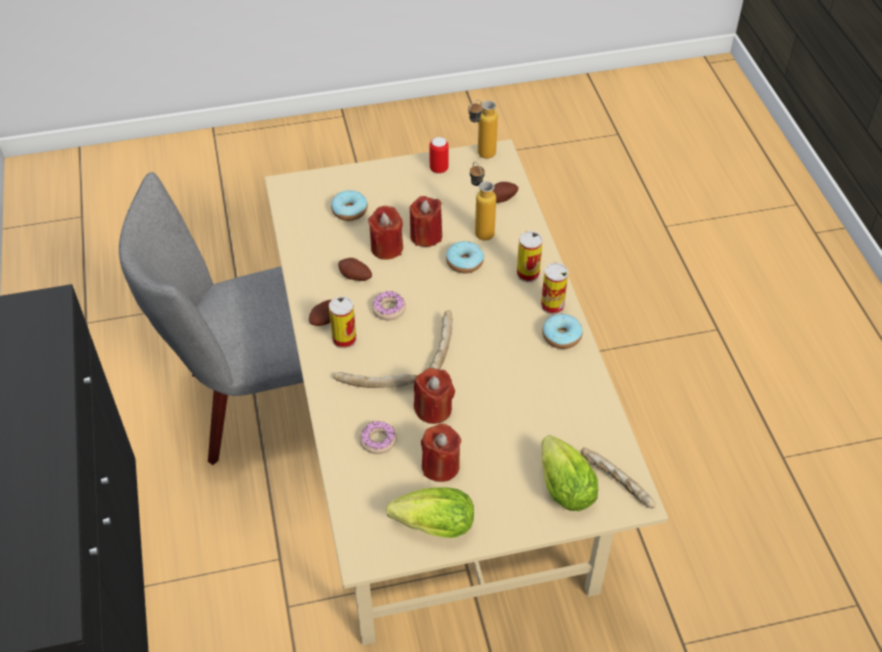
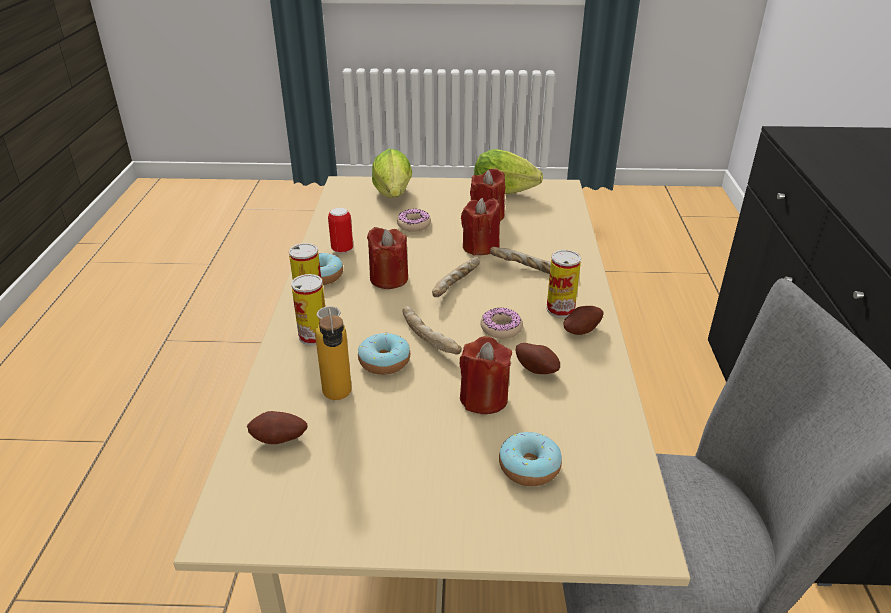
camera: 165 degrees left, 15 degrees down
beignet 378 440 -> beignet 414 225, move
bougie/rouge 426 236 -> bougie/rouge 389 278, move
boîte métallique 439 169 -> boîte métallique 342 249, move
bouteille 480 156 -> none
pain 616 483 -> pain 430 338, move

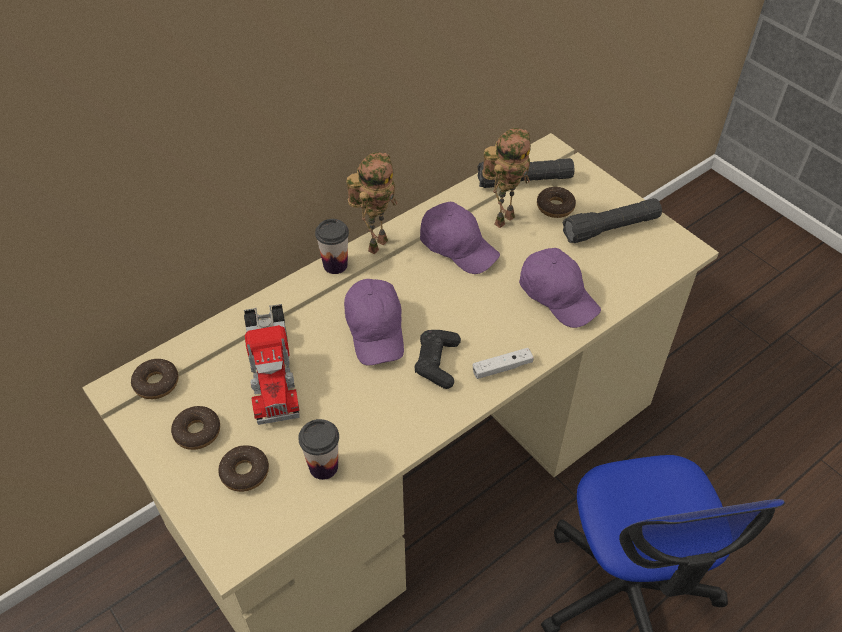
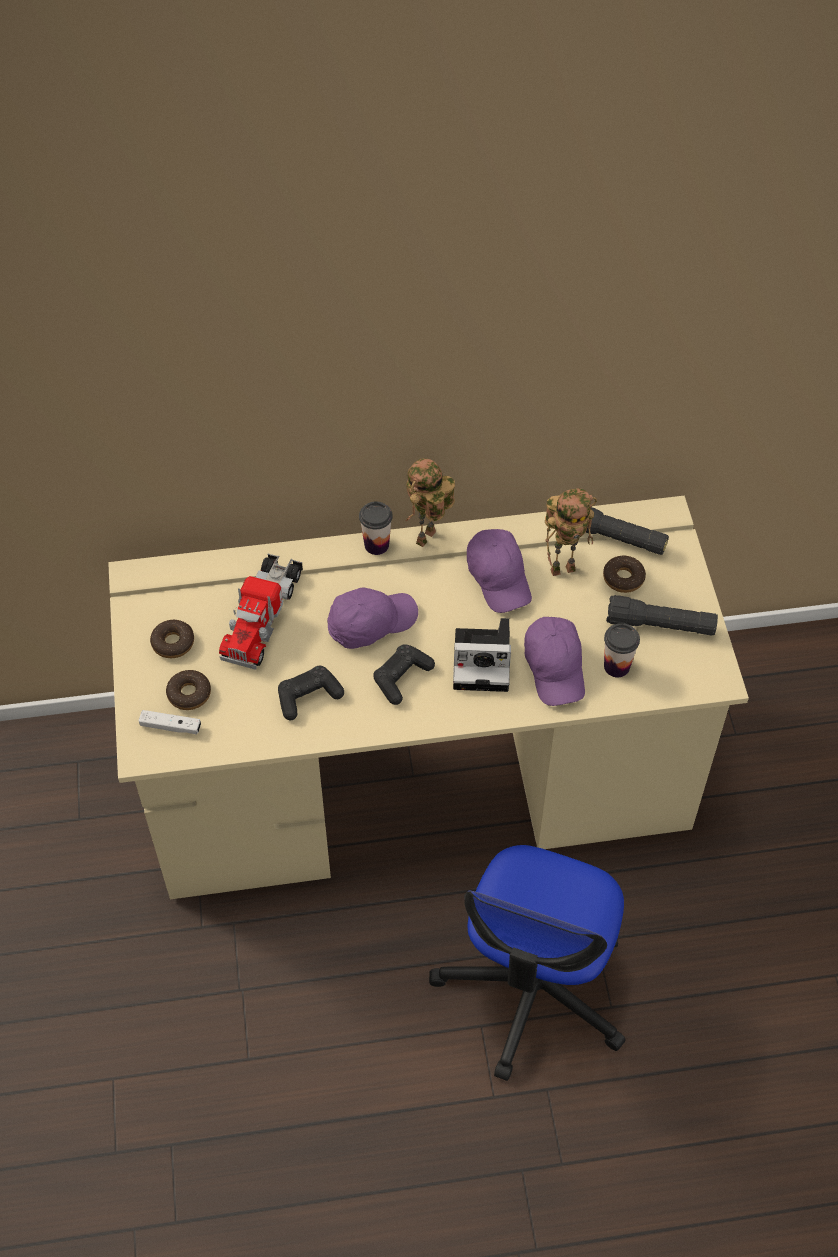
camera: 30 degrees right, 5 degrees up
beignet 156 383 -> none
tasse 323 466 -> tasse 616 666, move
casquette/violet 376 330 -> casquette/violet 370 623, 135 degrees counterclockwise
robot jouet 376 243 -> robot jouet 427 540, 150 degrees clockwise
manette/blanc 502 368 -> manette/blanc 170 726, move
none -> manette/noir 308 697
none -> appareil photo 484 661

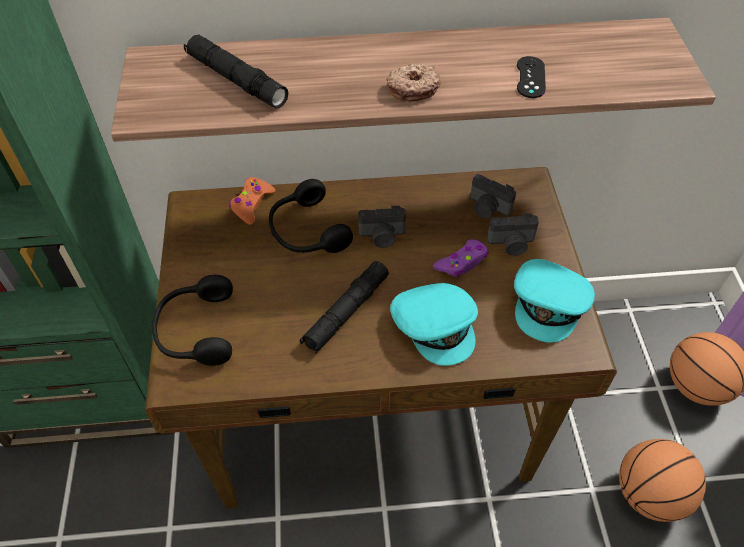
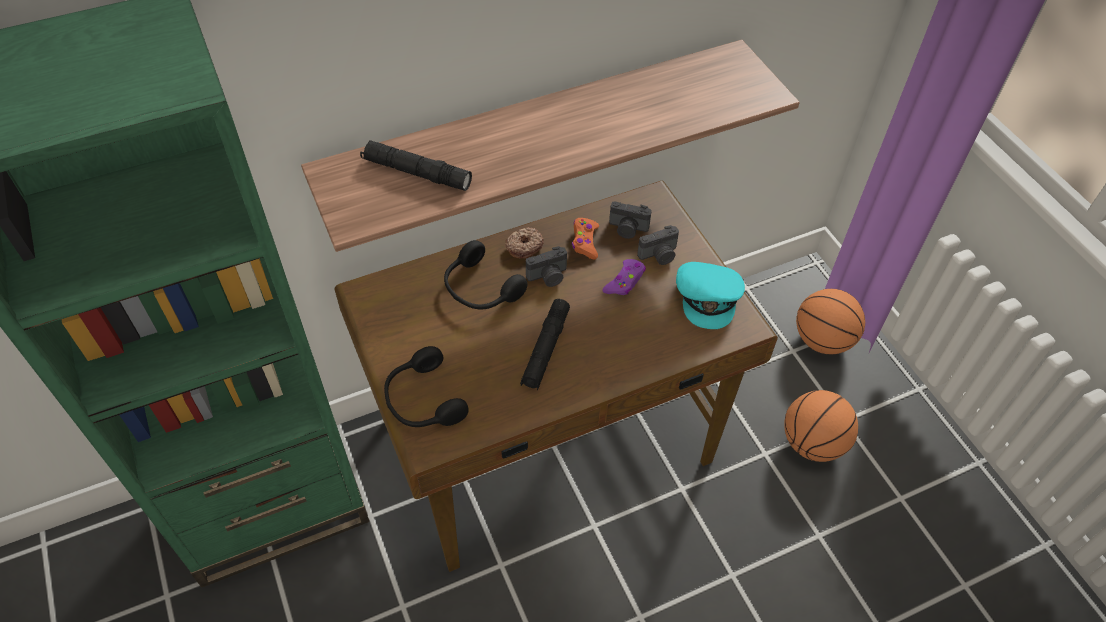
camera: 20 degrees left, 0 degrees up
manette/orange 252 204 -> manette/orange 585 242, move
beignet 412 88 -> beignet 524 246, move
casquette/turquoise 435 325 -> none
manette/noir 530 77 -> none

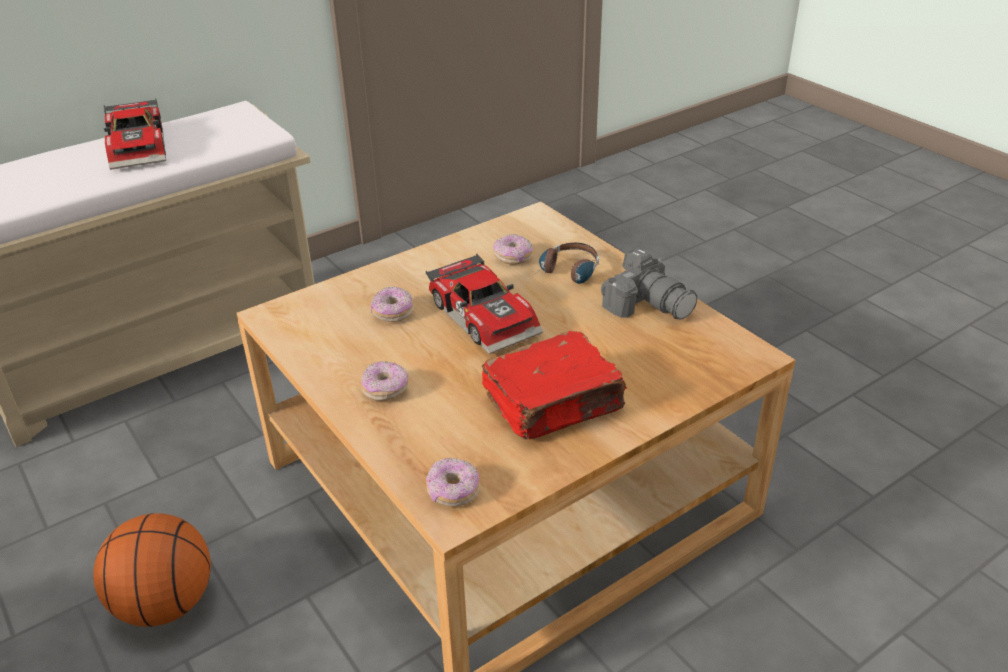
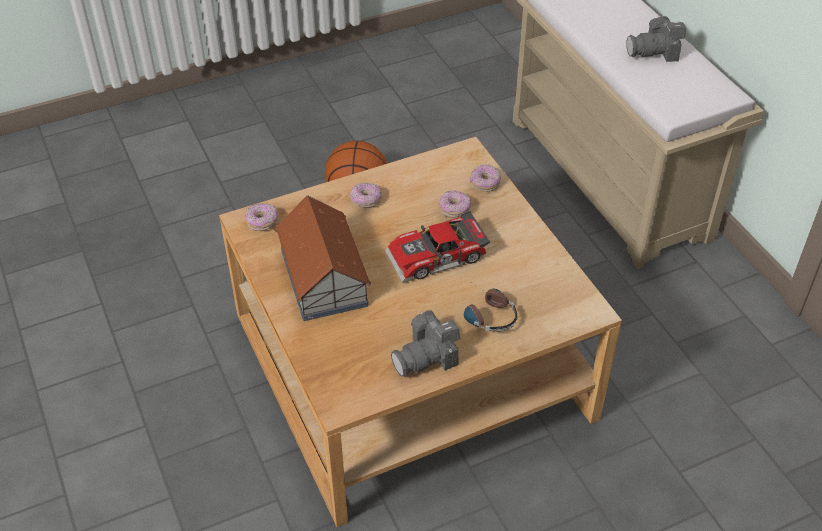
camera: 100 degrees right, 10 degrees up
petite voiture 141 146 -> appareil photo 655 51
livre/rouge 554 404 -> maison miniature 323 278
beignet 513 257 -> beignet 485 183, move

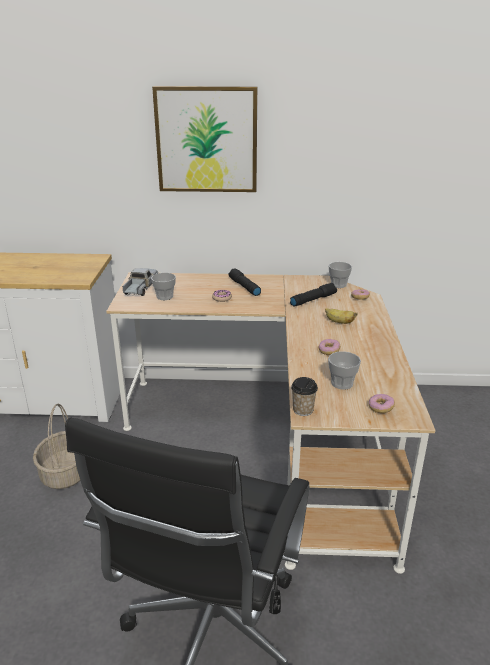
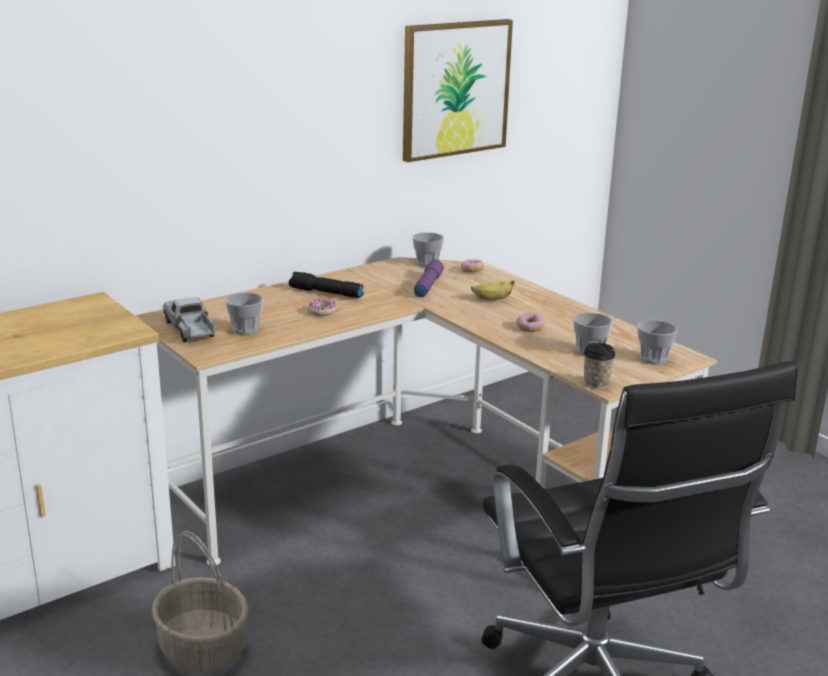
camera: 40 degrees left, 5 degrees down
tableau 206 140 -> tableau 455 89, move
lampe de poche/noir 313 300 -> lampe de poche/violet 427 285
beignet 380 408 -> tasse 653 359

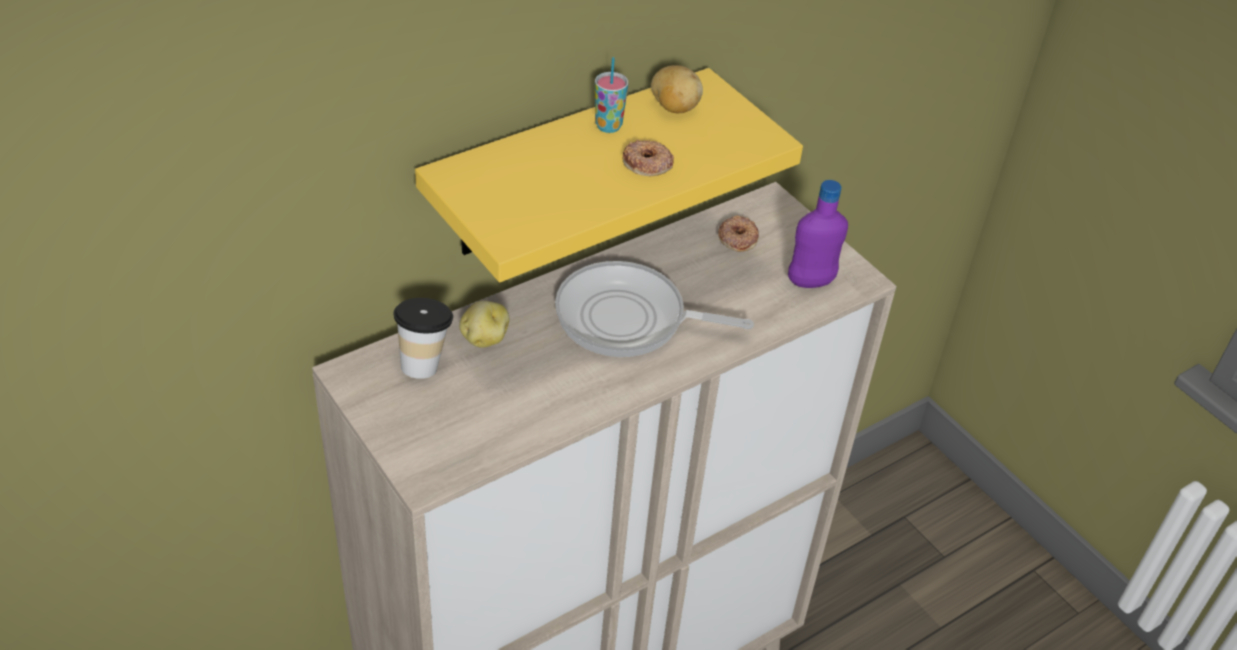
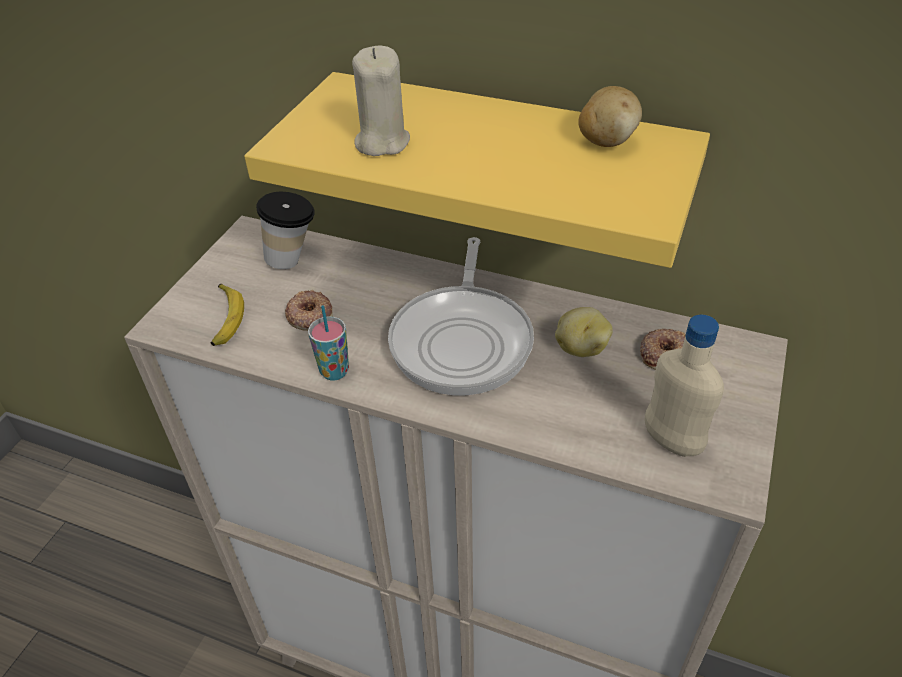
camera: 60 degrees right, 0 degrees up
pomme de terre 484 338 -> pomme de terre 580 347, move
poêle 628 319 -> poêle 463 340, 150 degrees counterclockwise
tasse 608 126 -> tasse 334 371, move
beignet 647 163 -> beignet 309 315, move
bouteille/violet 810 282 -> bouteille/beige 671 441
none -> banane 226 319
none -> bougie/beige 382 142

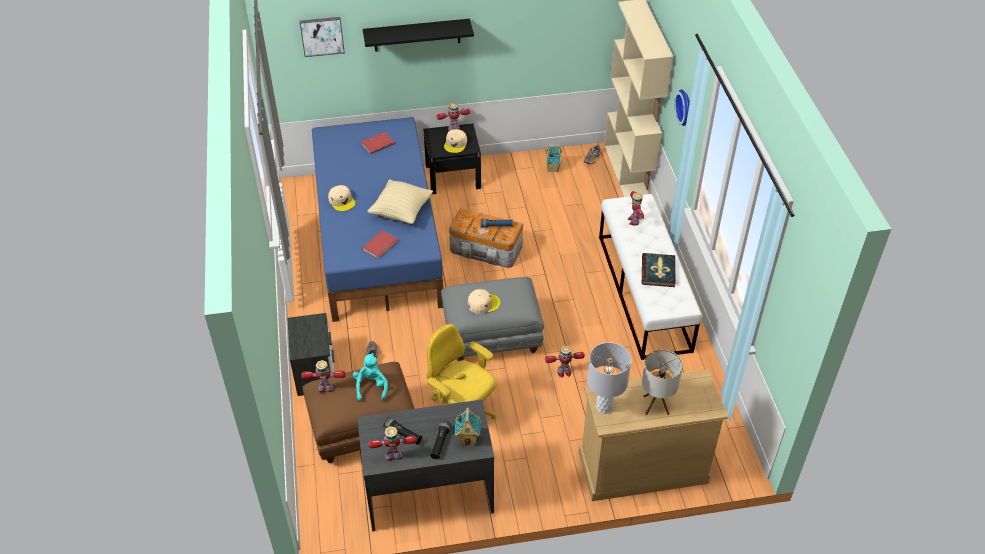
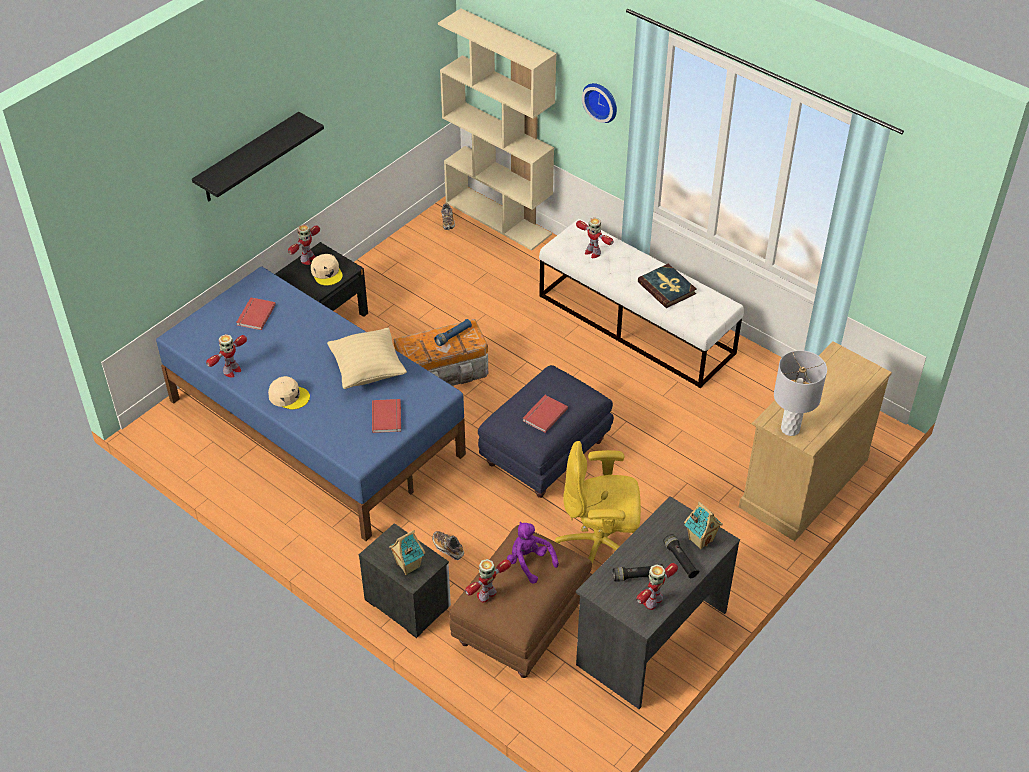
camera: 40 degrees left, 0 degrees up
tableau 322 35 -> none
peluche/turquoise 371 386 -> peluche/violet 529 562
pouf/gris 491 338 -> pouf/bleu 544 454
casquette/beige 483 303 -> livre/rouge 543 414
robot jouet 564 372 -> robot jouet 231 371, move
maison miniature 552 168 -> maison miniature 407 566, move
lampe de table 656 405 -> none

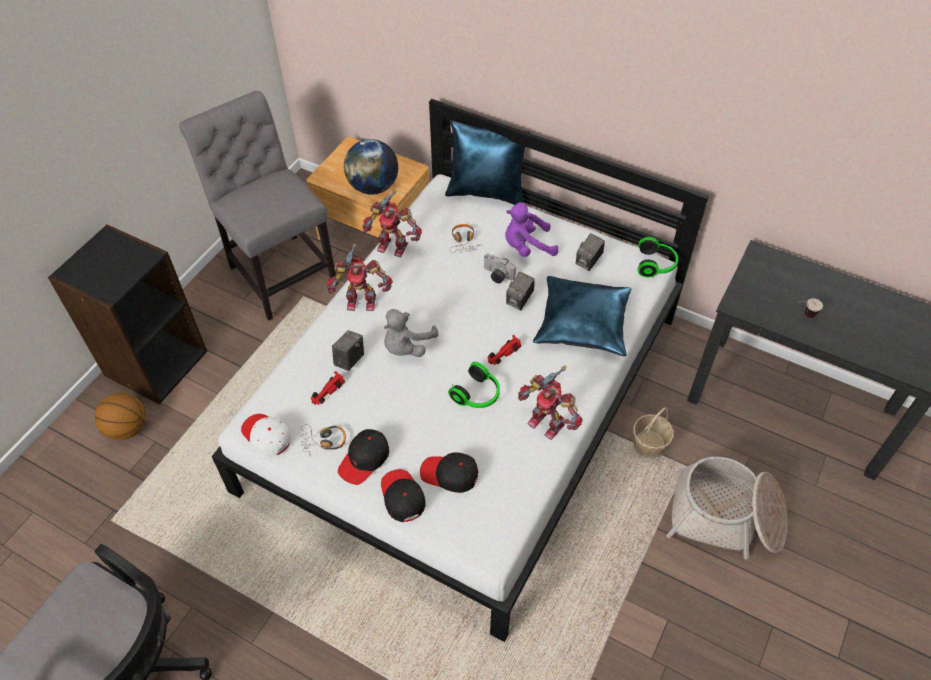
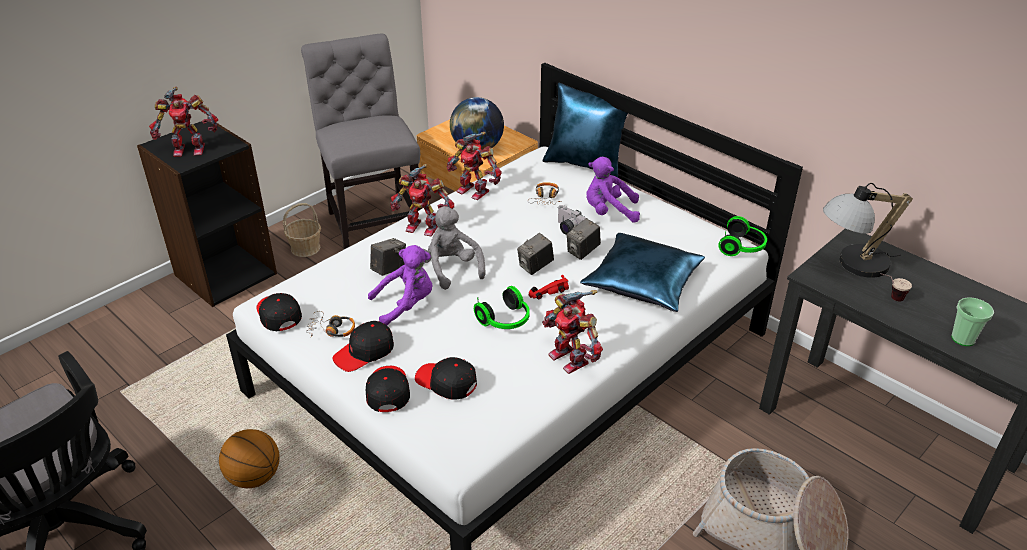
camera: 15 degrees right, 15 degrees down
ballon de basket 127 428 -> ballon de basket 254 477, move
casquette/blanc 266 436 -> casquette/noir 278 315
petite voiture/rouge 327 391 -> none
peluche/gris 406 346 -> peluche/gris 451 269, 105 degrees clockwise
appareil photo 588 262 -> appareil photo 535 267, move
panier 649 444 -> panier 306 248, move
none -> robot jouet 189 149
none -> peluche/violet 406 305
none -> lampe de table 851 265
none -> tasse 963 339

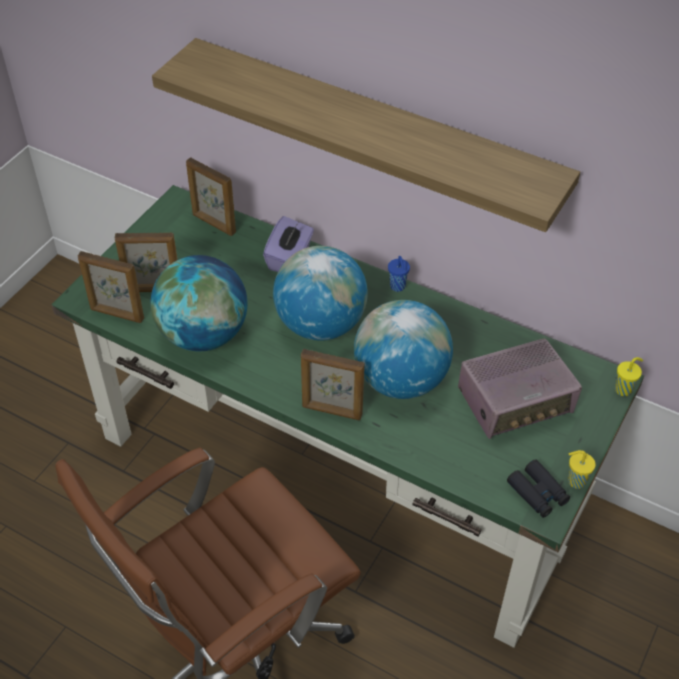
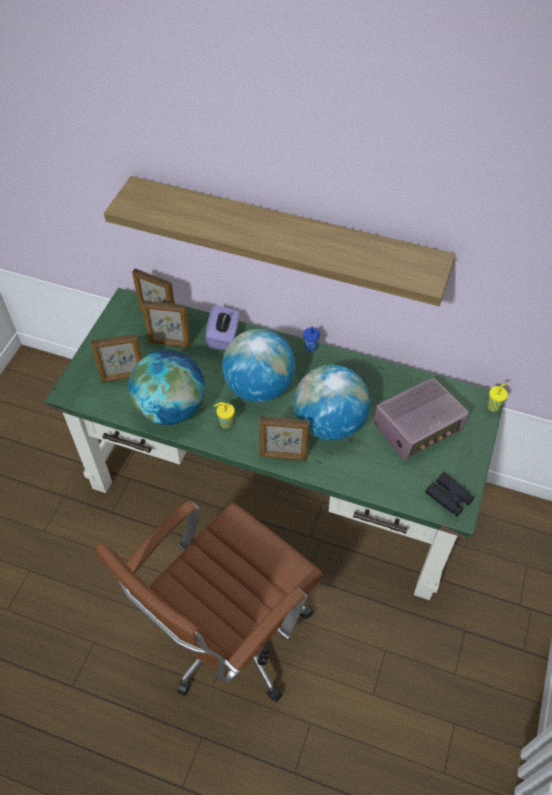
camera: 10 degrees left, 5 degrees up
cadre photo 117 314 -> cadre photo 169 343, move
tasse/jaune 575 481 -> tasse/jaune 225 423, move

